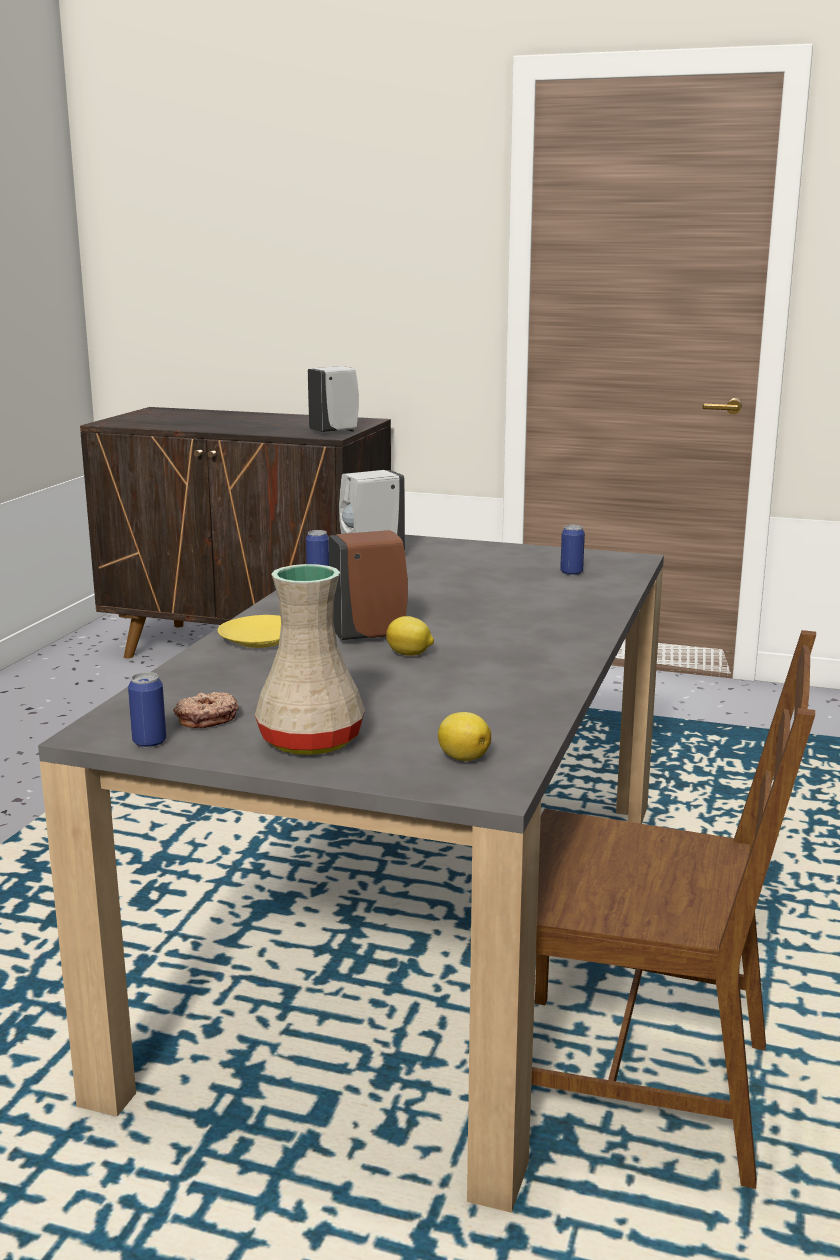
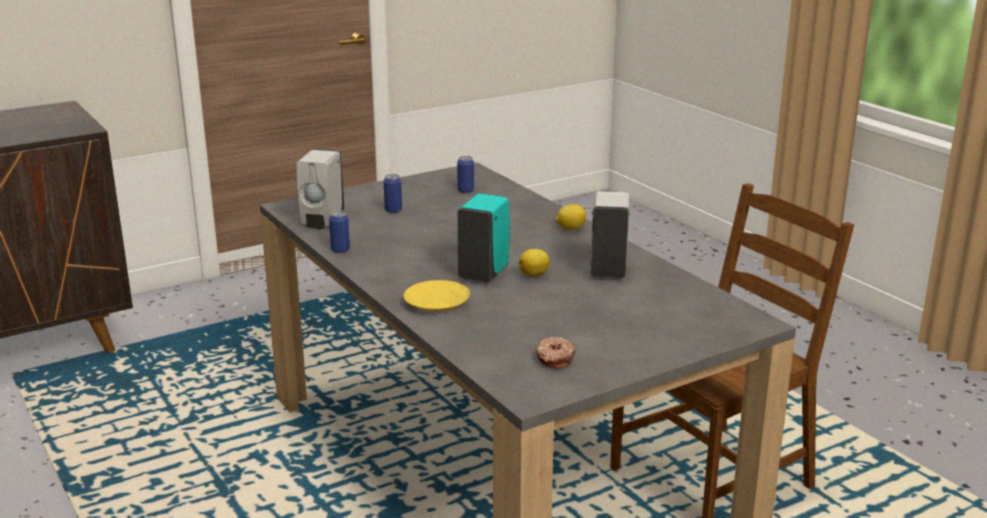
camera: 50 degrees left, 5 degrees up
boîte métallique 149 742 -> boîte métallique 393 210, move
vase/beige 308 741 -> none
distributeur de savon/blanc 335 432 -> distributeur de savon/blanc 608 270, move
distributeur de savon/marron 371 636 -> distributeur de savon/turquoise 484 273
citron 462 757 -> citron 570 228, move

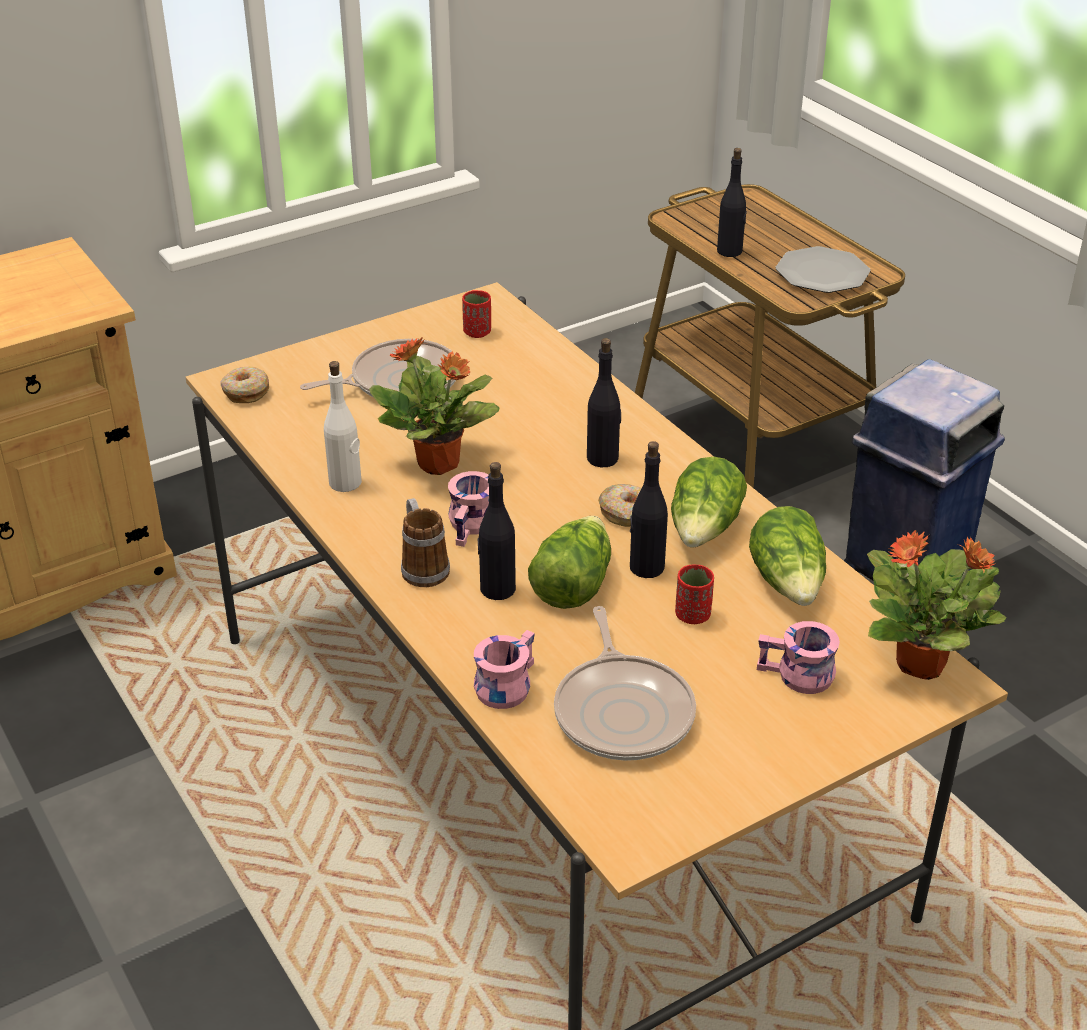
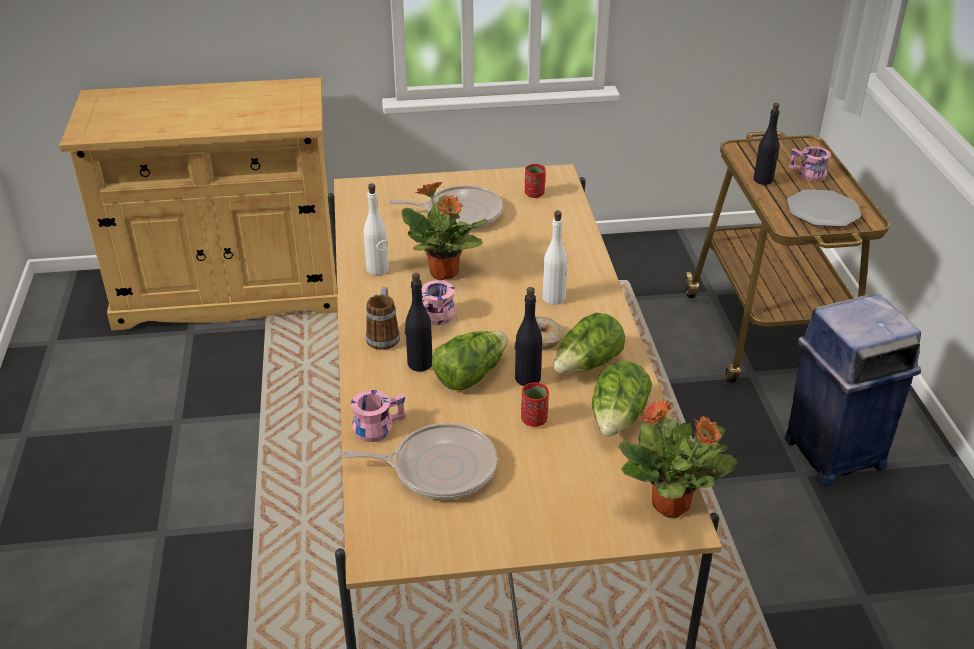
camera: 25 degrees right, 0 degrees up
beignet 245 392 -> none
poêle 623 711 -> poêle 439 468, 105 degrees counterclockwise
bouteille/noir 603 458 -> bouteille/blanc 554 298
mug/rose 796 677 -> mug/rose 807 174, move

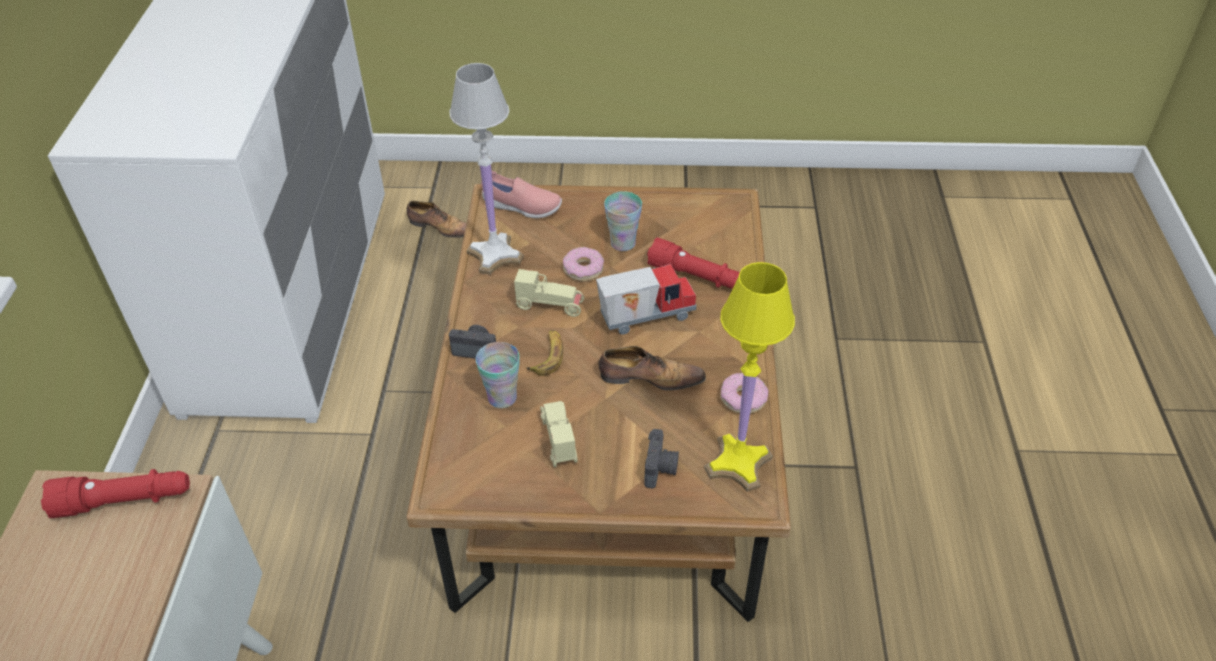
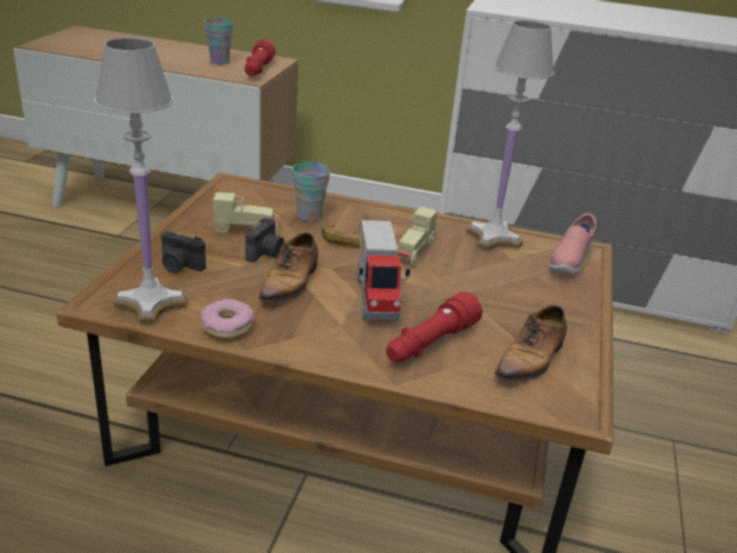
camera: 100 degrees right, 15 degrees down
chaussure 440 227 -> chaussure 531 359, move
appareil photo 476 349 -> appareil photo 266 253, move
beignet 583 269 -> none
tasse 623 243 -> tasse 219 61, move
lampe de table/jaune 737 463 -> lampe de table/blanc 151 302

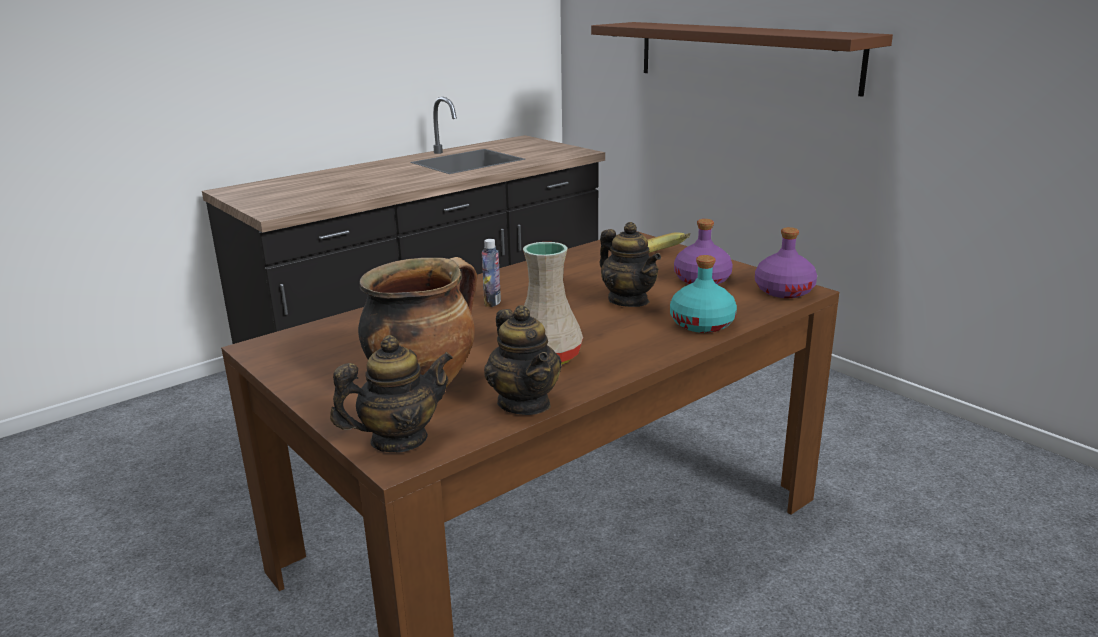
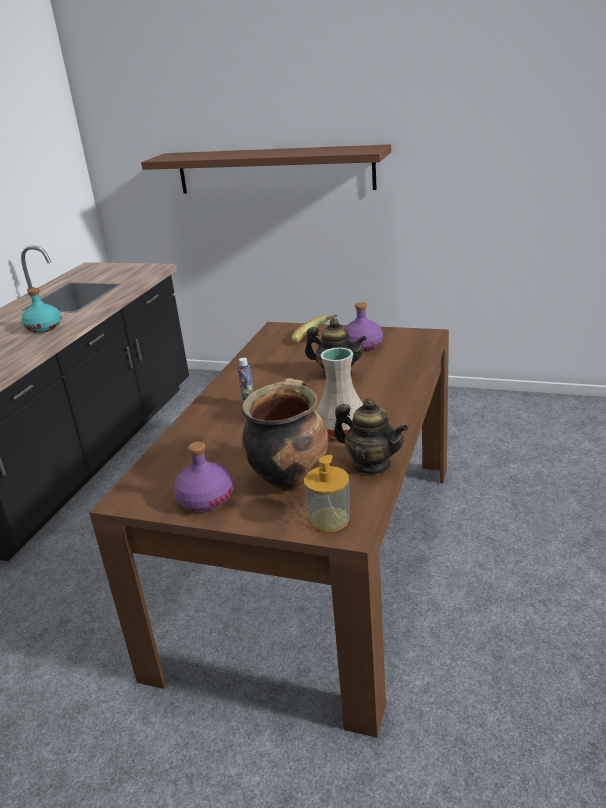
camera: 30 degrees left, 5 degrees up
théière 398 440 -> distributeur de savon 329 519
bouteille/turquoise 702 324 -> bouteille/turquoise 44 328, move
bouteille/violet 783 290 -> bouteille/violet 205 499, move

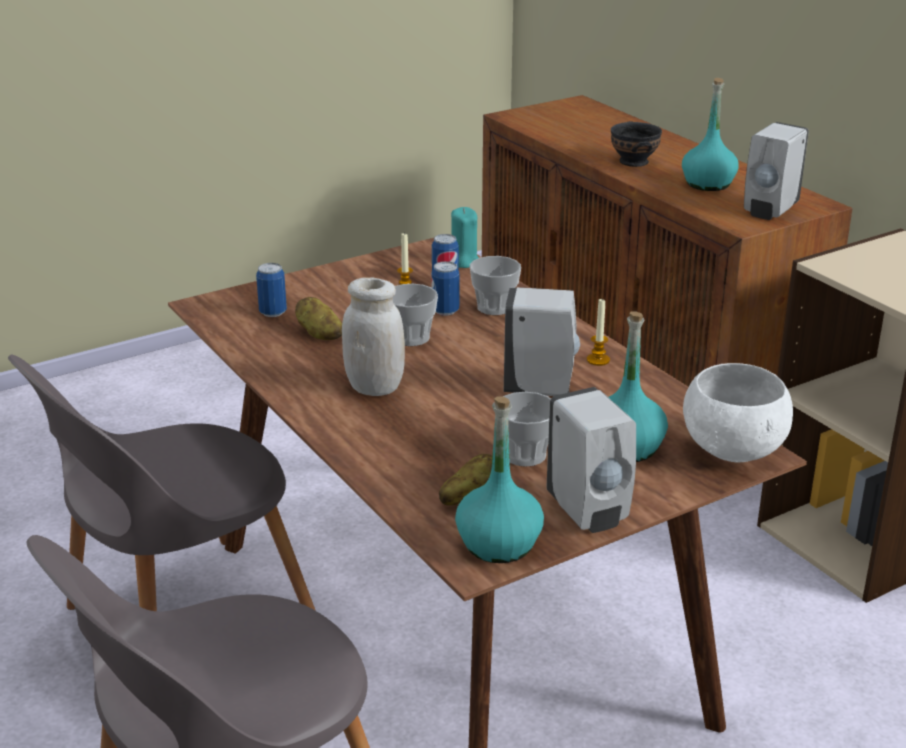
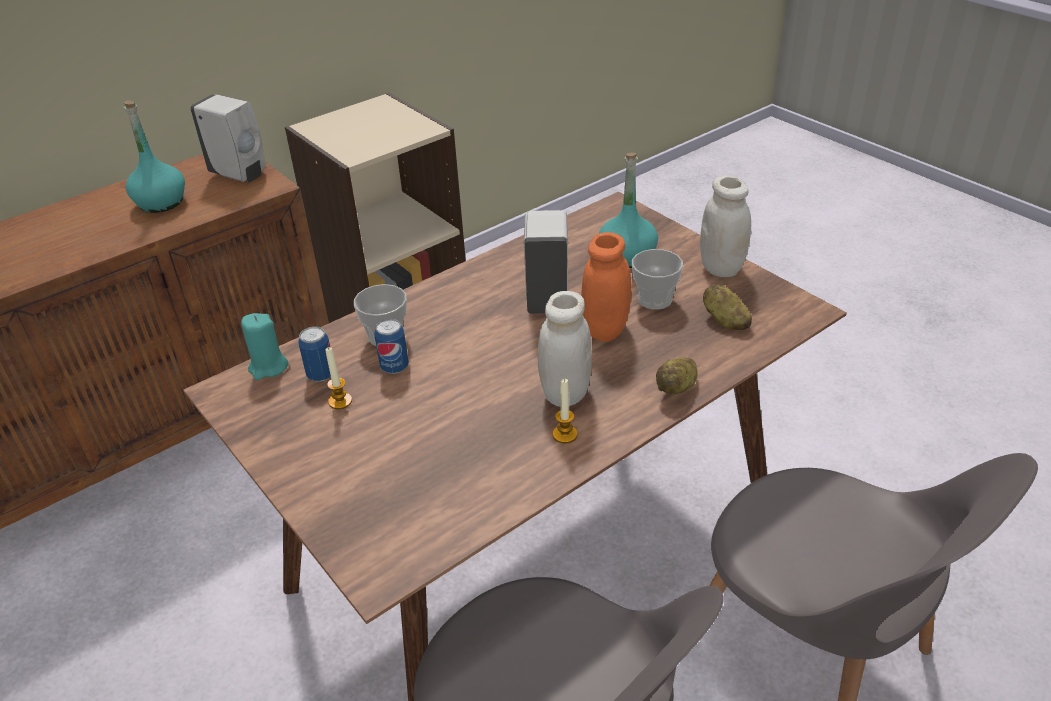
camera: 95 degrees left, 10 degrees up
boîte métallique 273 312 -> none
pomme de terre 319 333 -> pomme de terre 677 387, move
tasse 411 338 -> none
bouteille/turquoise 499 544 -> none
distributeur de savon/blanc 589 513 -> bocal/blanc 721 268
bougie 598 360 -> bougie 565 434, move
bol/noir 634 161 -> none
bol/blanc 732 448 -> none
none -> bocal/orange 605 330

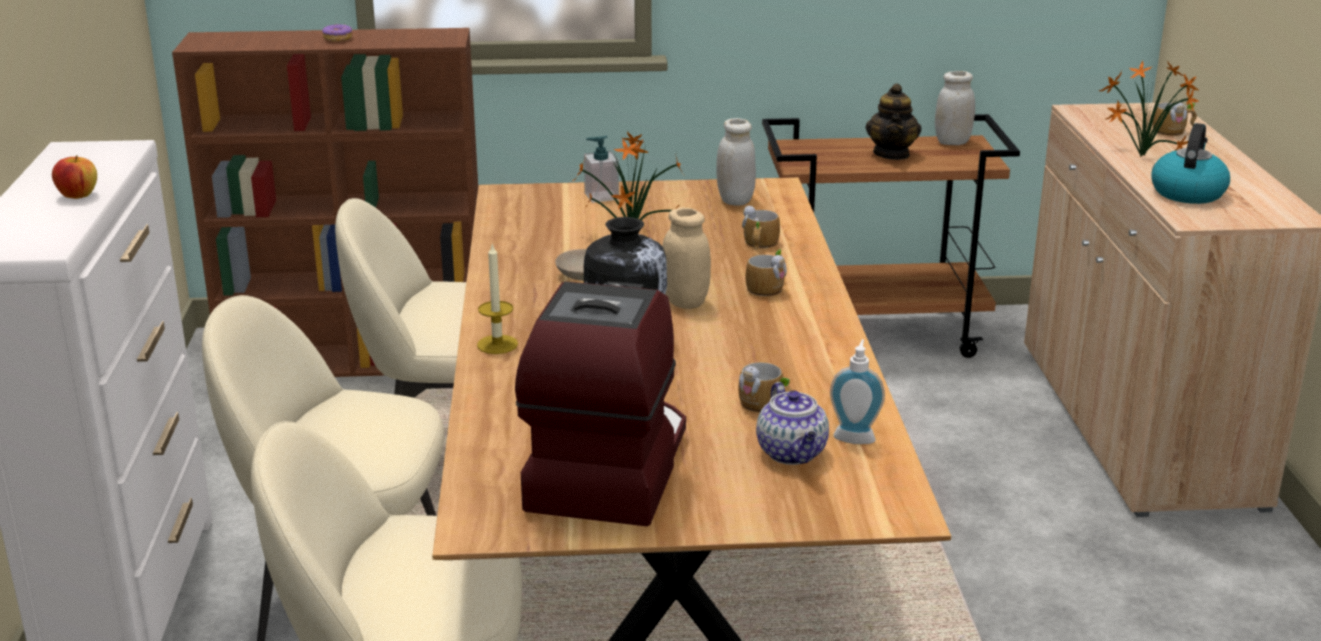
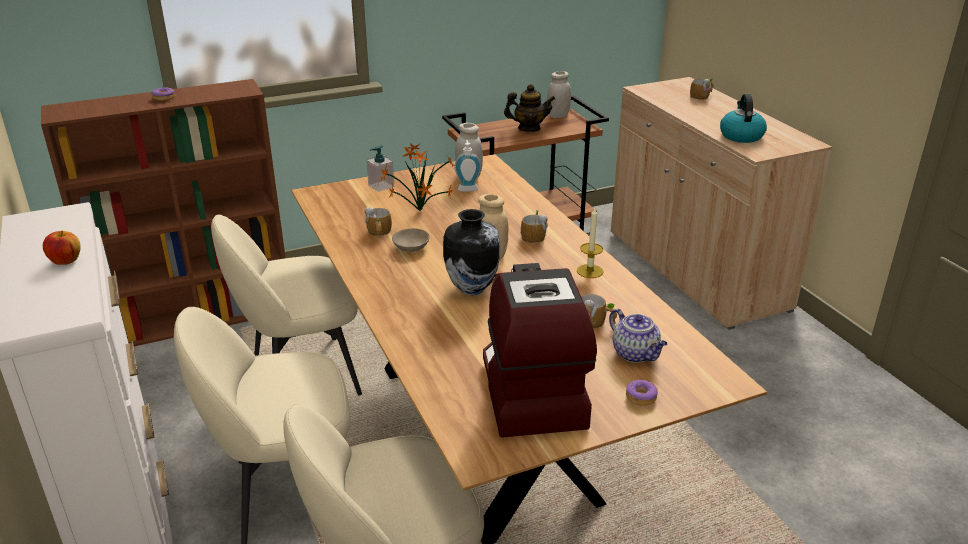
camera: 20 degrees left, 5 degrees up
bougie 497 344 -> bougie 590 271, move
mug 759 245 -> mug 379 233, move
distributeur de savon 855 436 -> distributeur de savon 467 188, move
théière 892 154 -> théière 529 128, 75 degrees counterclockwise
plante en pot 1139 156 -> none
none -> beignet 640 397

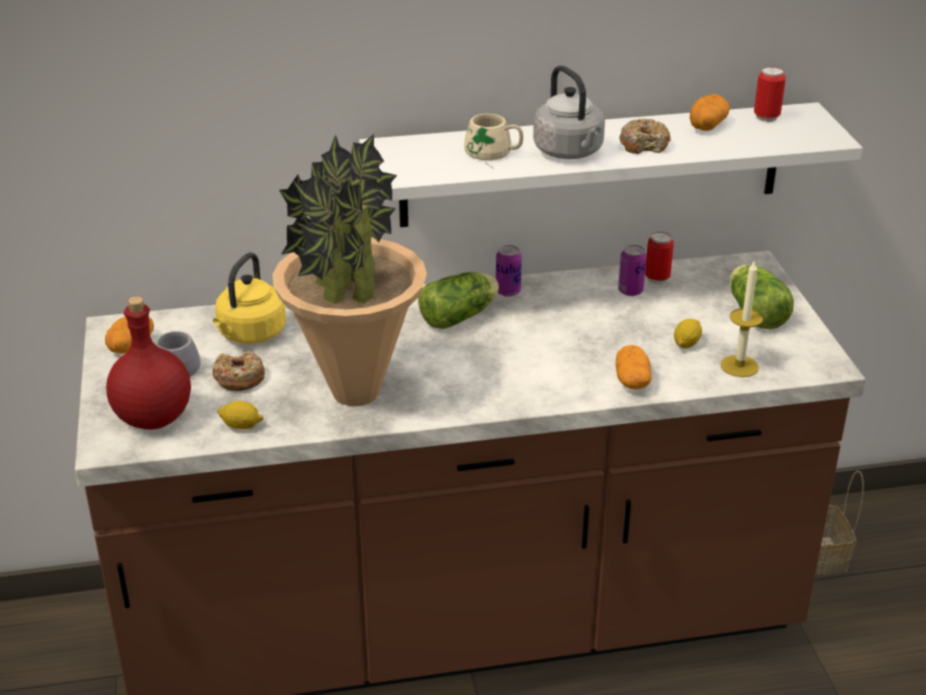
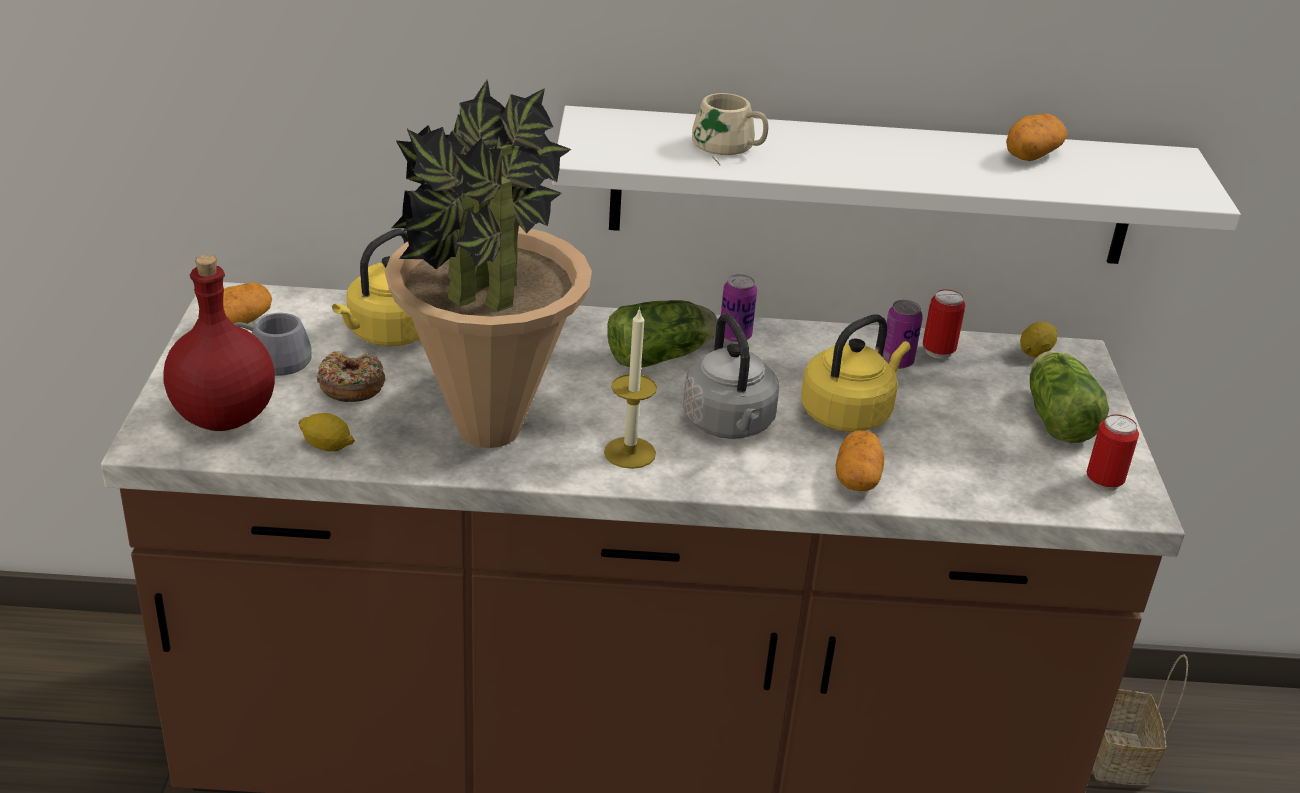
camera: 10 degrees right, 0 degrees up
bouilloire/gris 570 152 -> bouilloire/gris 730 425, move
beignet 644 145 -> none
citron 686 343 -> citron 1035 352, move
bougie 739 366 -> bougie 629 453, move
boîte métallique 766 117 -> boîte métallique 1104 482, move
none -> bouilloire/jaune 849 413

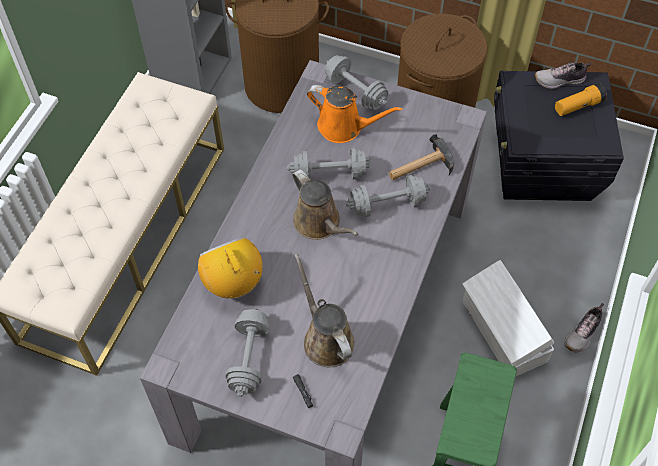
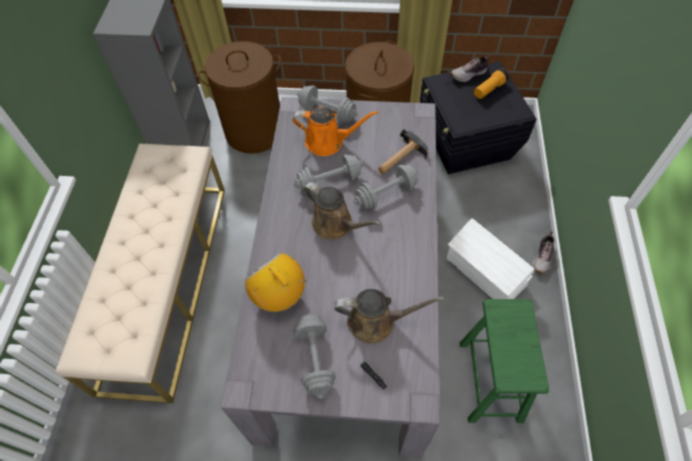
camera: 15 degrees left, 0 degrees up
arrosoir/marron 326 338 -> arrosoir/marron 376 321, 135 degrees clockwise

